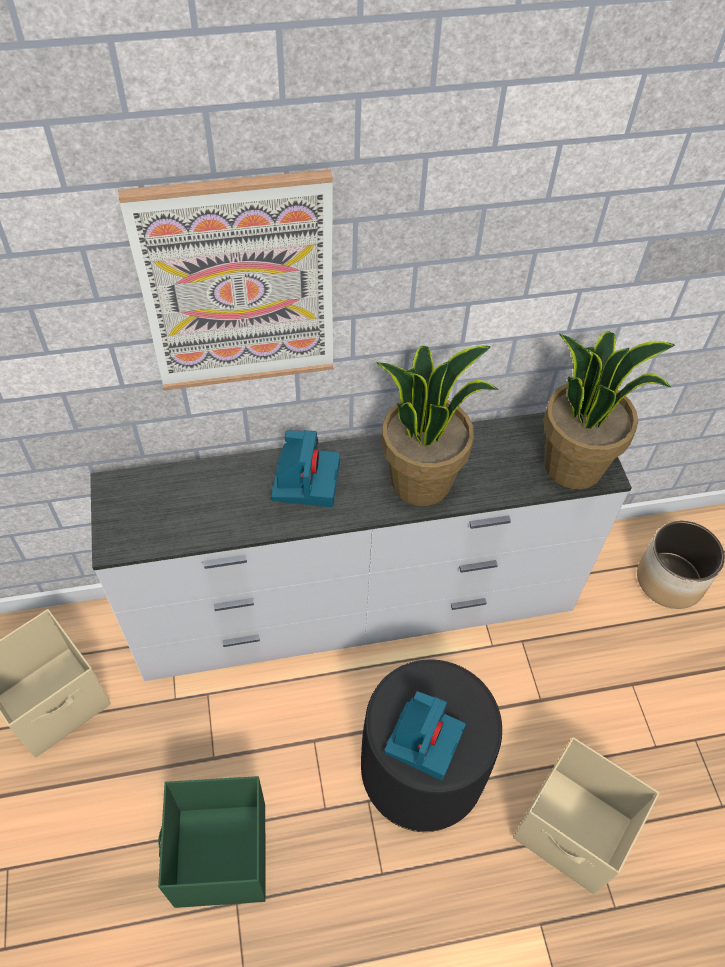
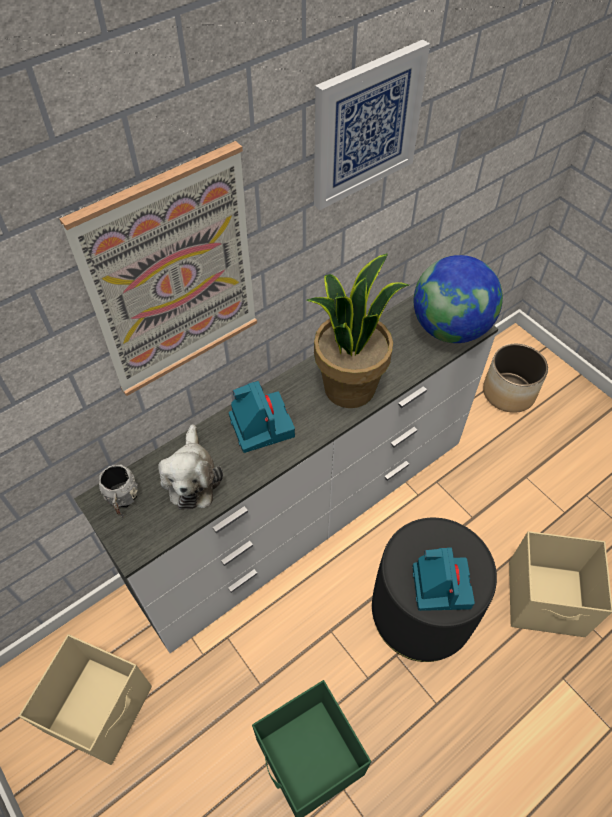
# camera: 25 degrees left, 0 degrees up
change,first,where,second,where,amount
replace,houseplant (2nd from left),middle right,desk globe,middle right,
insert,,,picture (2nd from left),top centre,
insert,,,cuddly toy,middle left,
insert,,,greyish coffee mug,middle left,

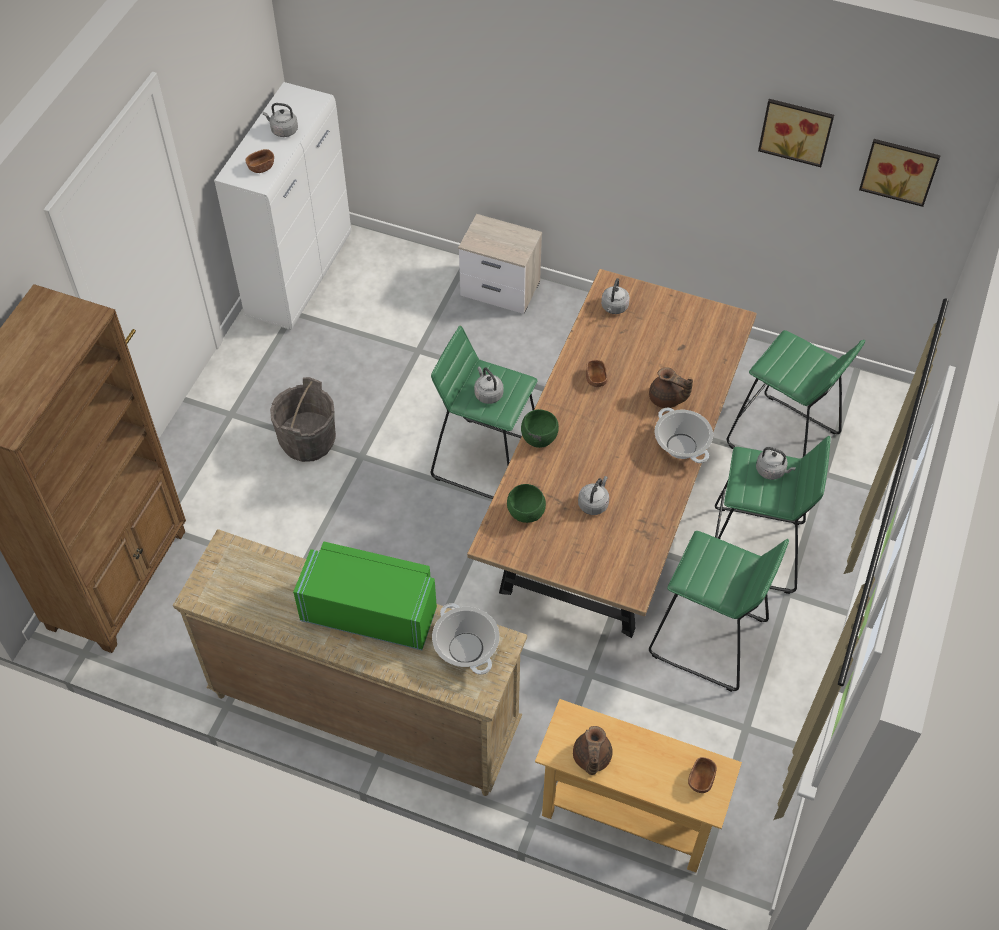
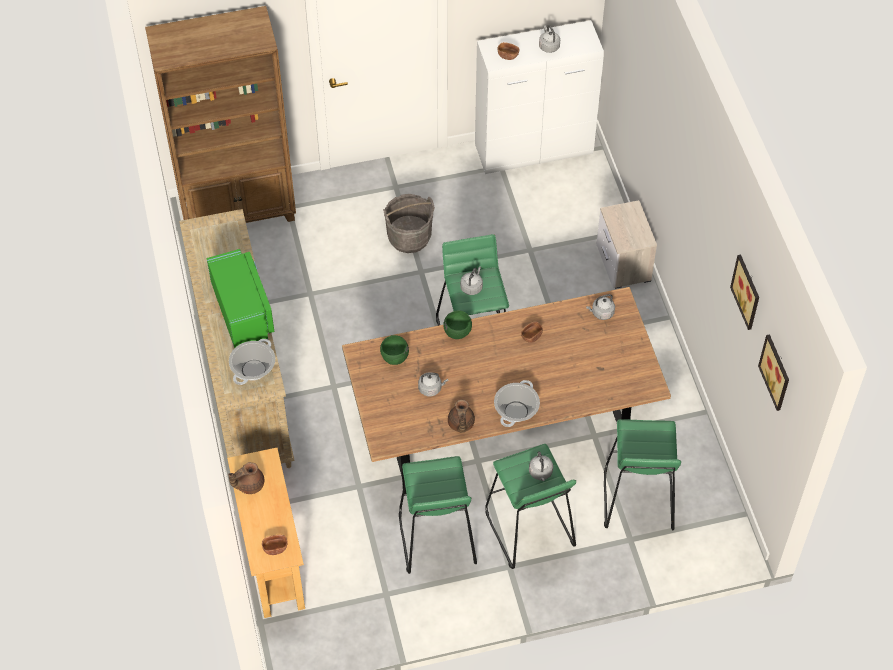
# camera: 55 degrees right, 0 degrees up
change,first,where,second,where,amount
move,brownish teapot (2nd from left),middle right,,centre,

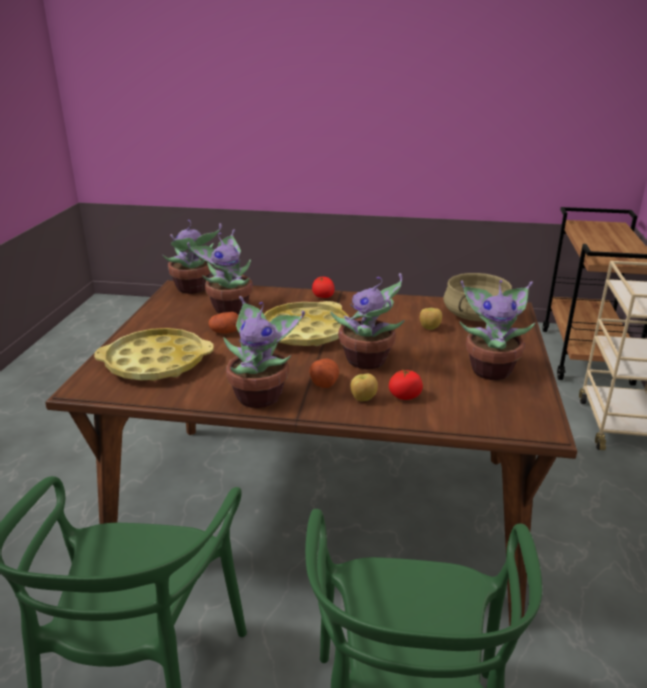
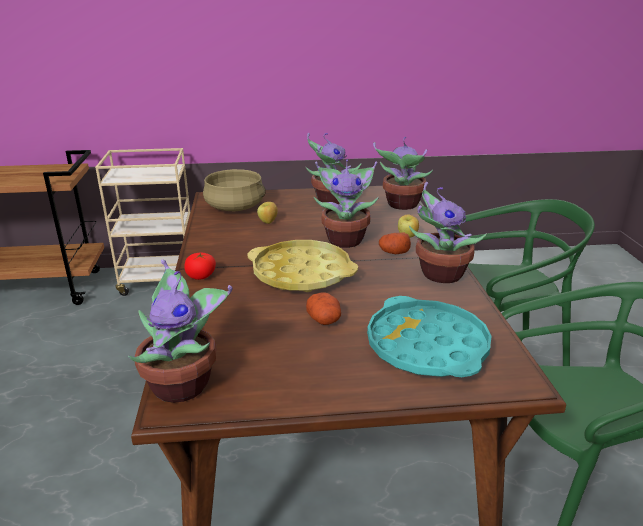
# camera: 105 degrees left, 0 degrees up
change,first,where,second,where,amount
move,houseplant (2nd from left in the first image),centre,houseplant (4th from left),top centre,
recolor,yellow carrying tray (1st from left),middle left,turquoise carrying tray,middle right,
delete,fresh tomato (2nd from left),centre,,,

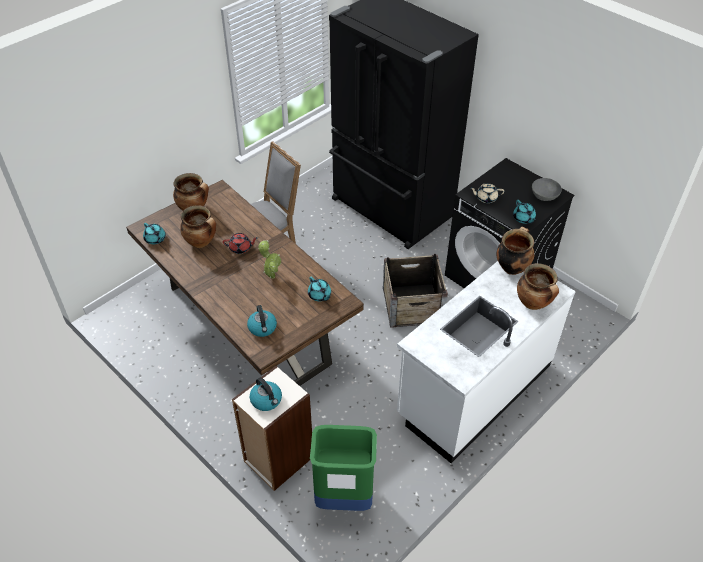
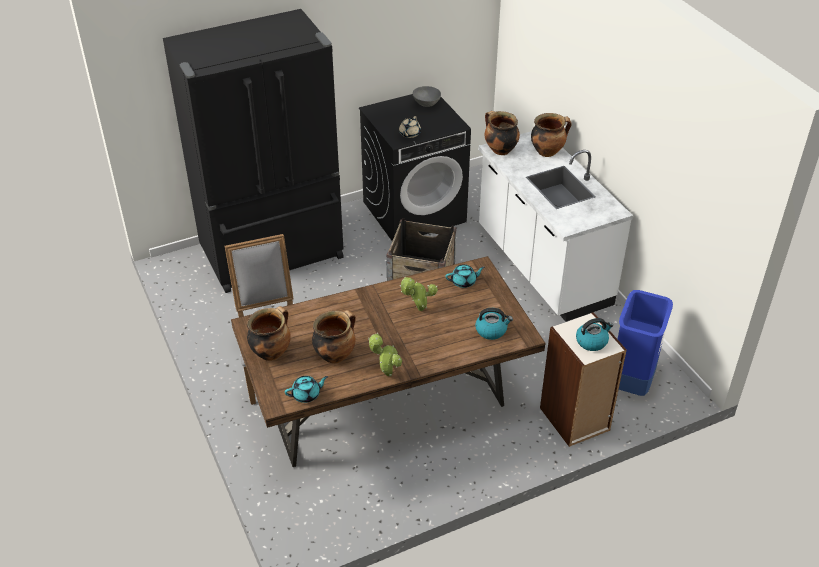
# camera: 70 degrees left, 5 degrees down
change,first,where,second,where,amount
delete,turquoise teapot (3rd from left),middle right,,,
delete,red teapot,centre,,,
recolor,greenish rubbish bin,bottom centre,blue rubbish bin,middle right,
insert,,,houseplant (1st from left),centre,

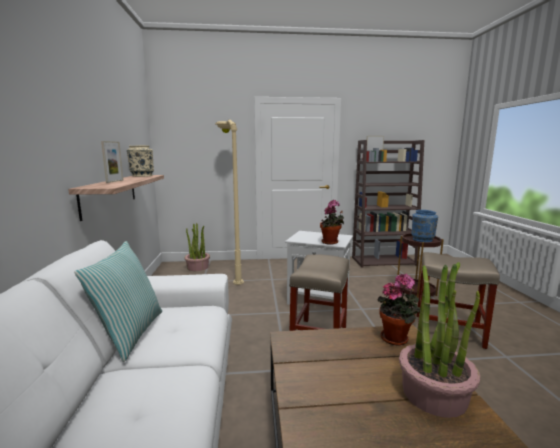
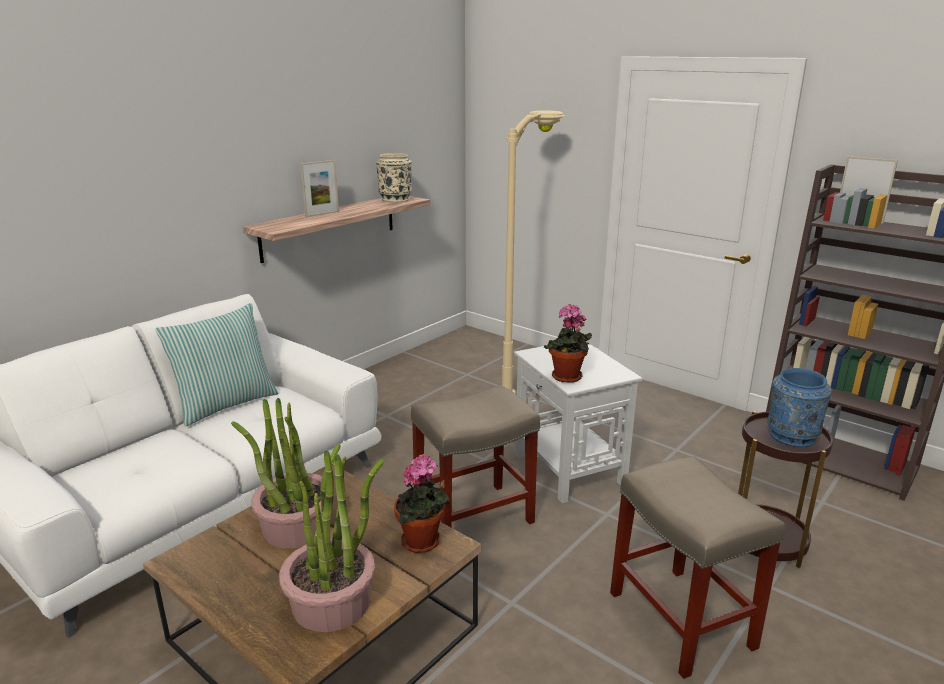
# camera: 45 degrees right, 10 degrees up
change,first,where,second,where,amount
move,houseplant (1st from left),centre,,bottom left,

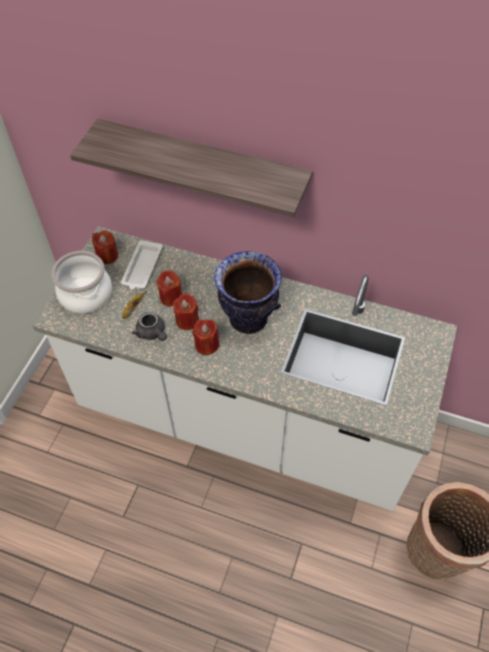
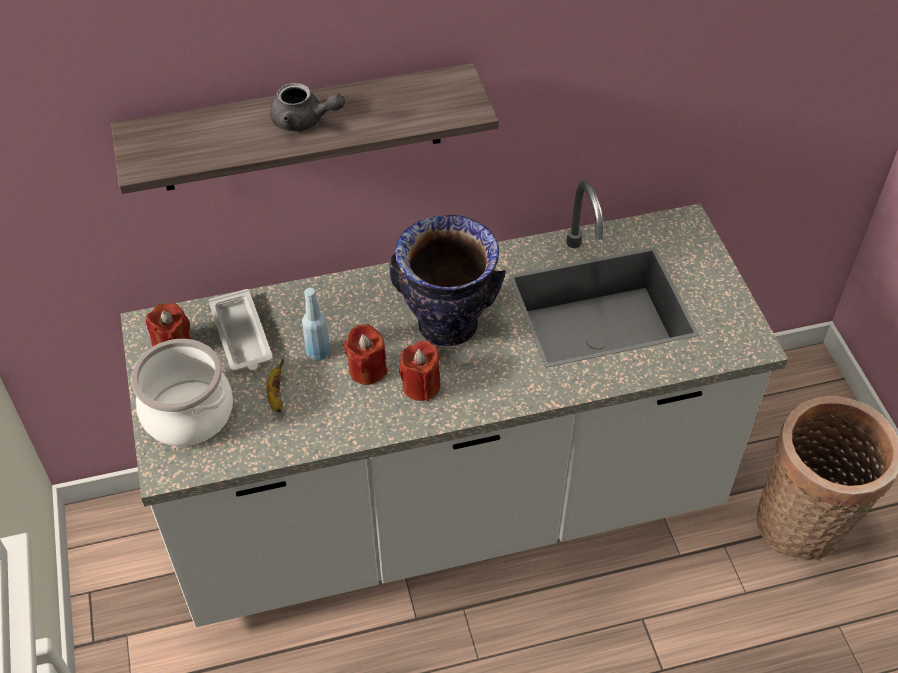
# camera: 35 degrees left, 5 degrees down
change,first,where,second,where,amount
replace,red wax light (2nd from left),centre,blue bottle,centre,
move,greyish teapot,middle left,,top centre,

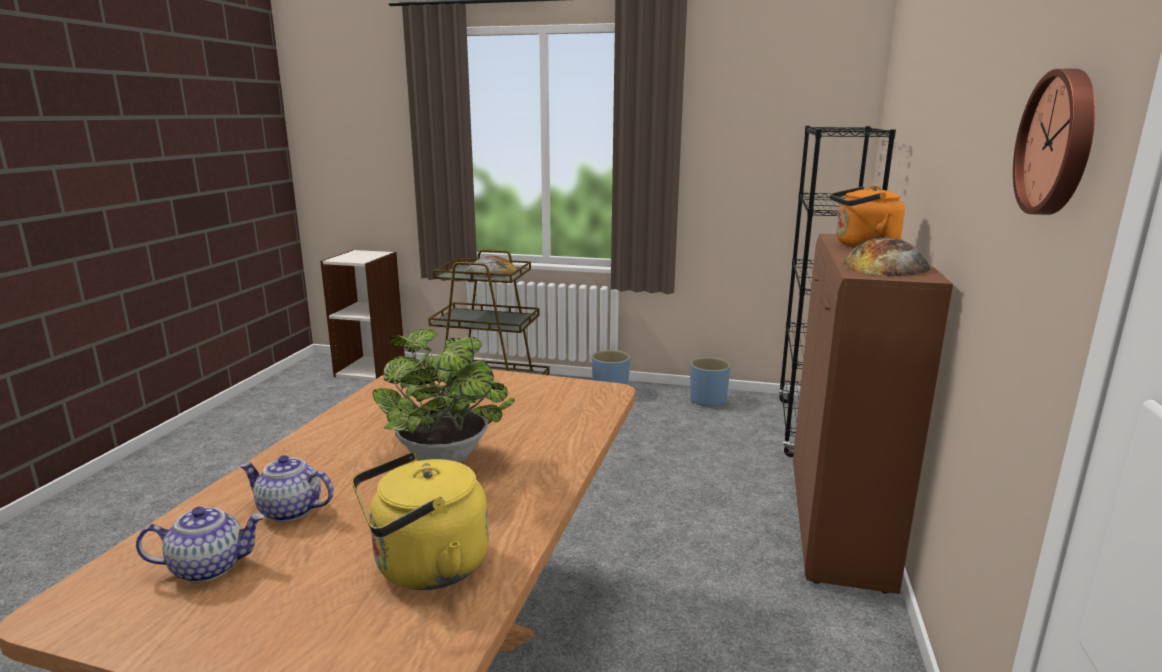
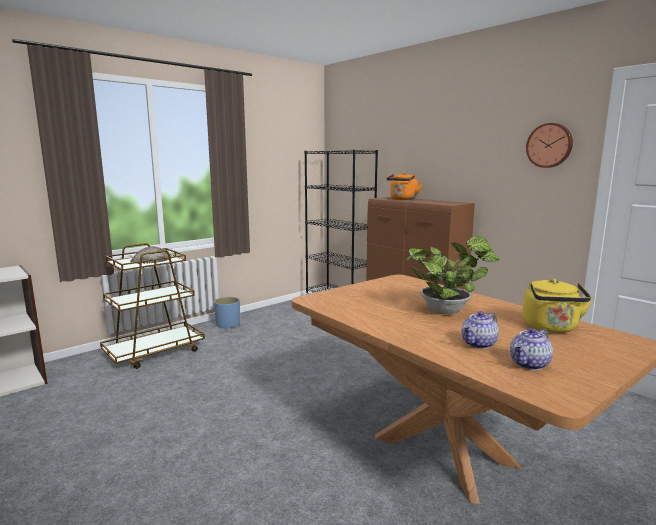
# camera: 55 degrees left, 5 degrees down
change,first,where,second,where,amount
delete,bread (2nd from left),middle right,,,
delete,blue flower pot (2nd from left),centre,,,
rotate,teapot (1st from left in the first image),bottom left,teapot (2nd from left),middle right,150 degrees counterclockwise

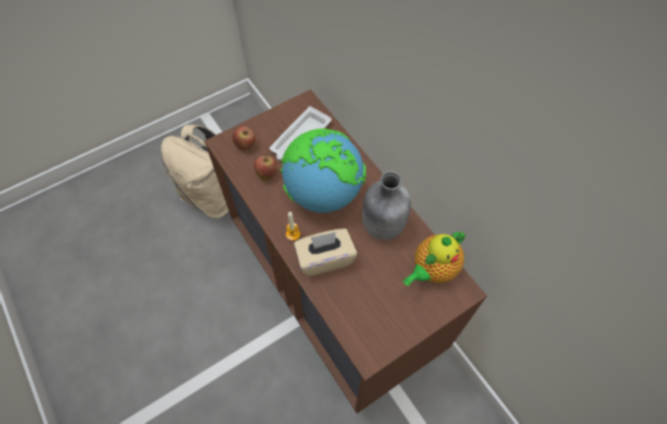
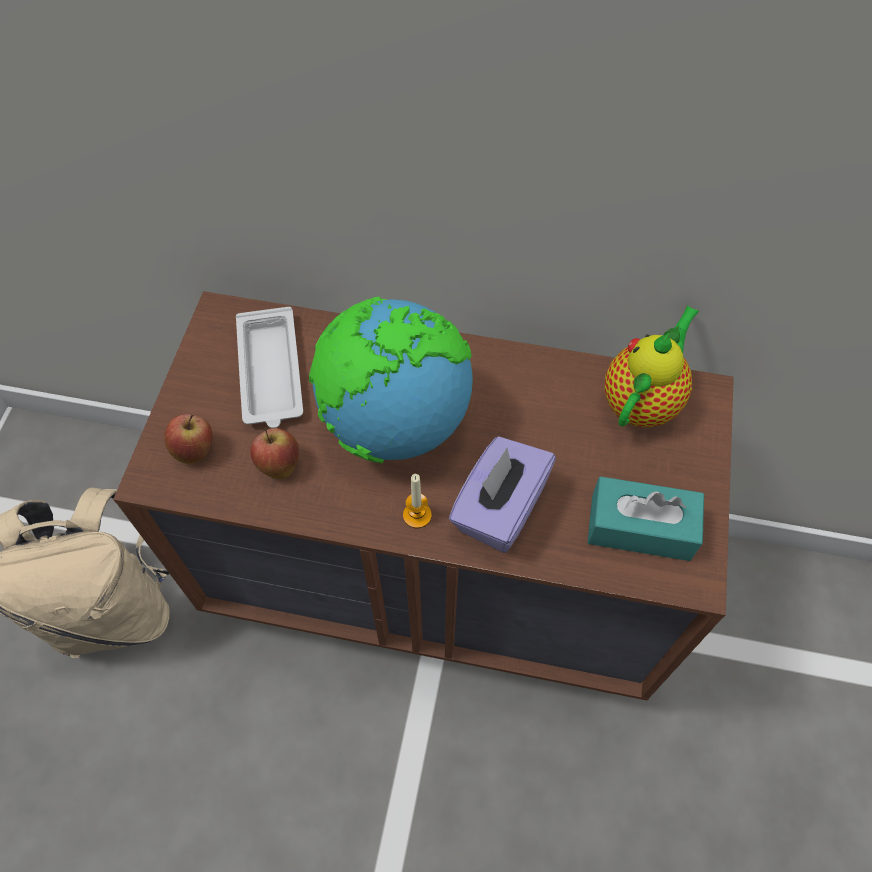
# camera: 45 degrees left, 0 degrees up
change,first,where,second,where,amount
delete,greyish bottle,centre,,,
recolor,sand-coloured box of tissues,centre,purple box of tissues,centre,
rotate,teapot,centre,,middle right,150 degrees counterclockwise
insert,,,turquoise box of tissues,middle right,

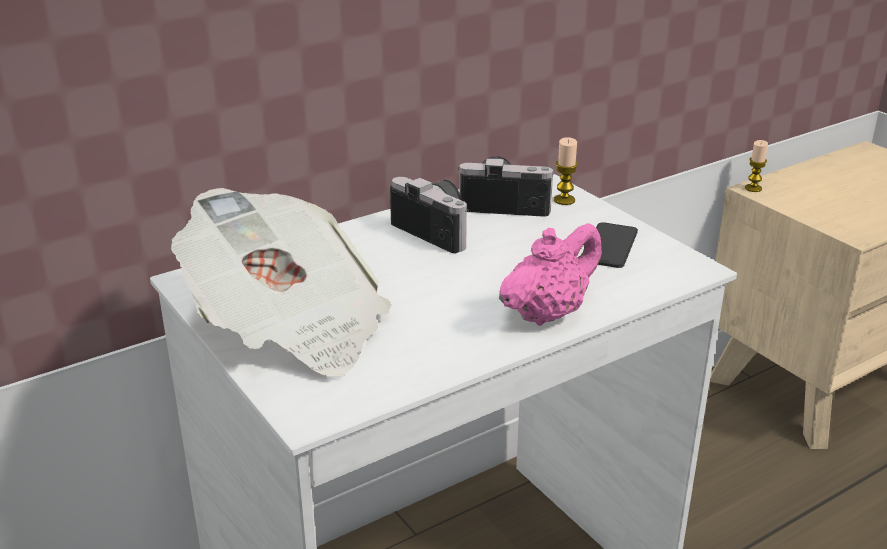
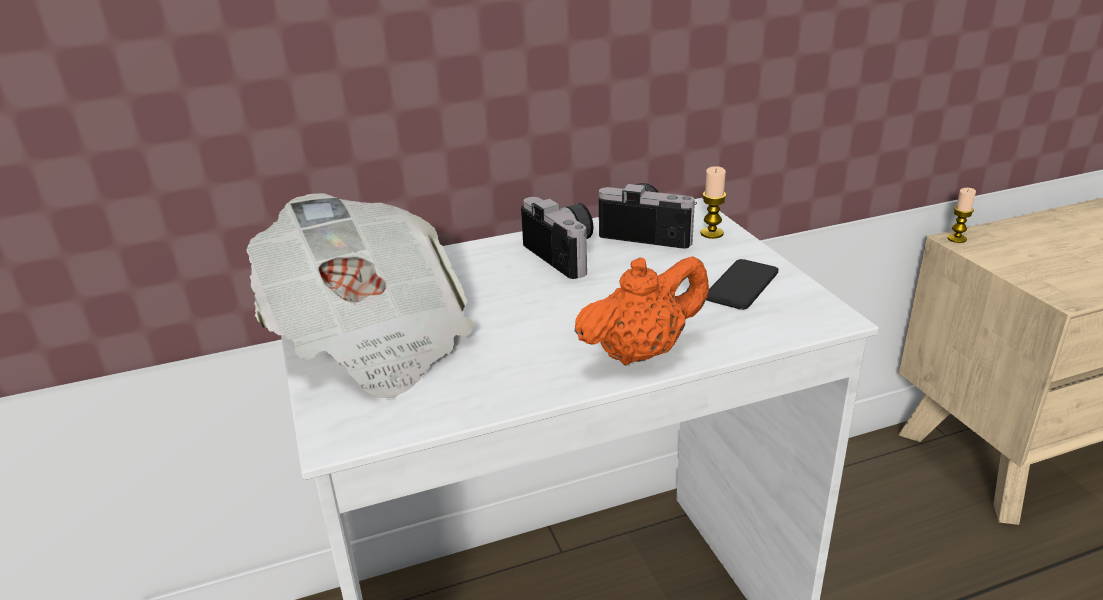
# camera: 15 degrees right, 0 degrees up
change,first,where,second,where,amount
recolor,pink teapot,centre,orangey teapot,centre,

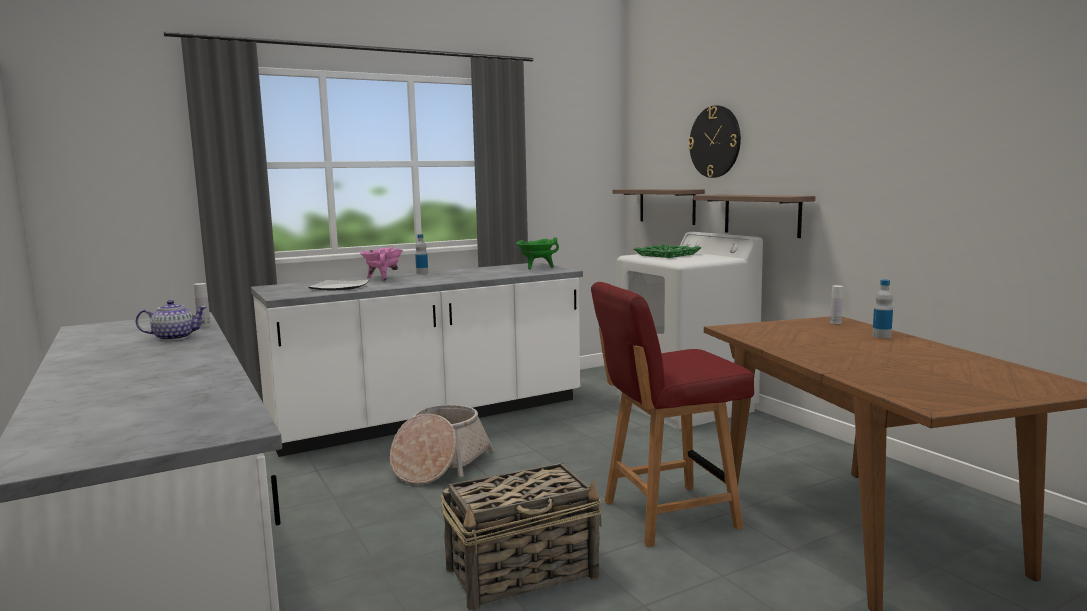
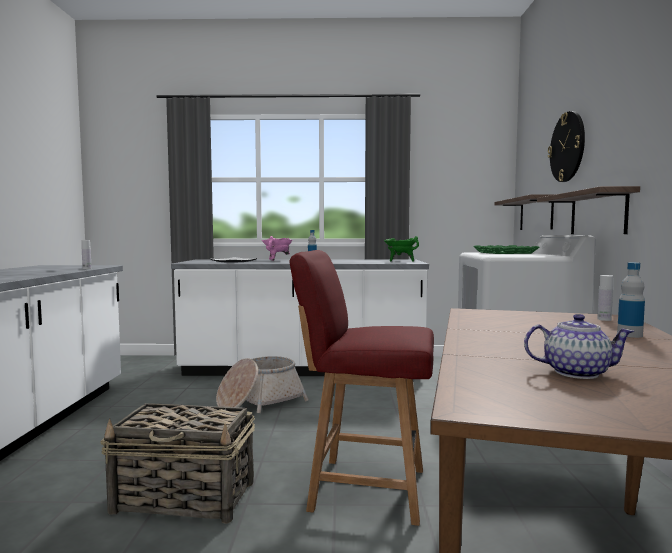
# camera: 30 degrees right, 5 degrees down
change,first,where,second,where,amount
move,teapot,middle left,,middle right,

